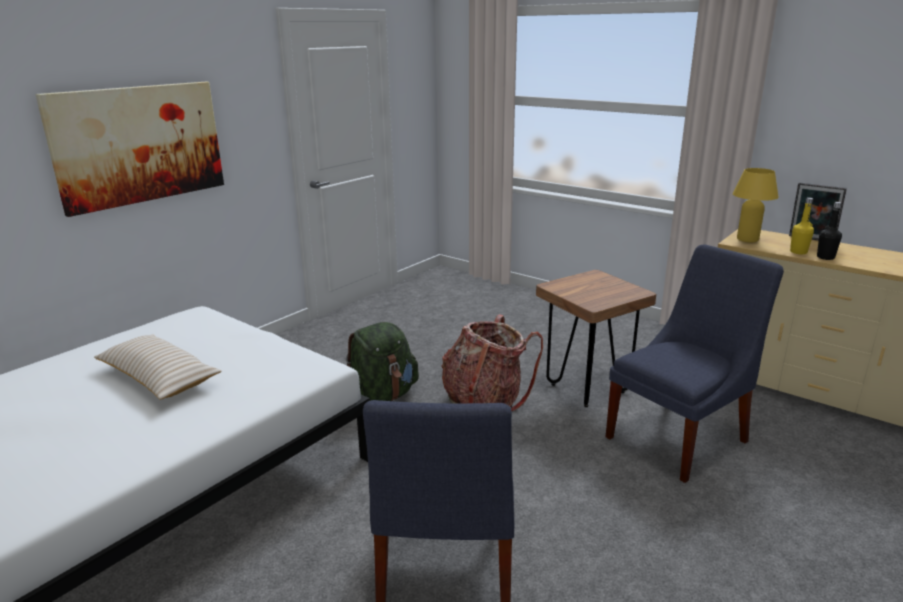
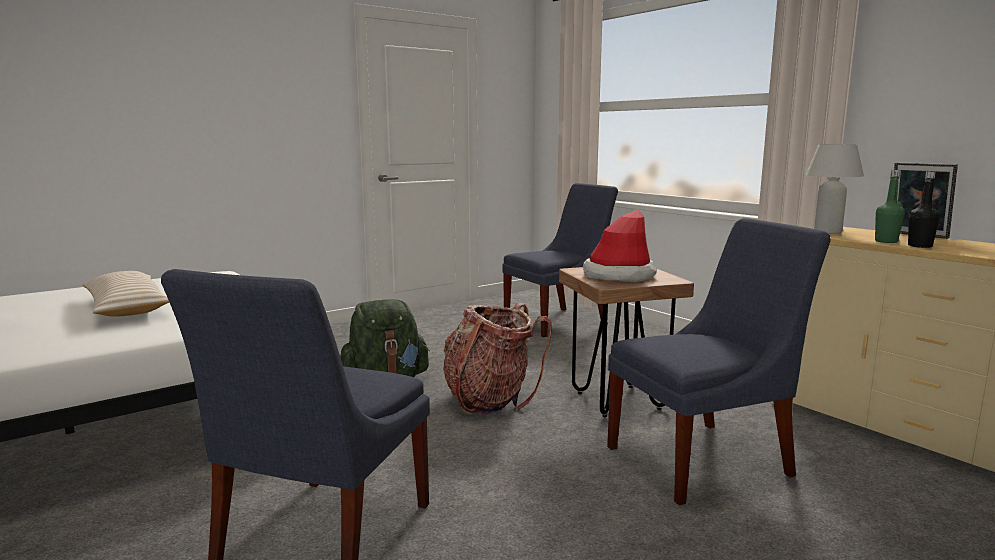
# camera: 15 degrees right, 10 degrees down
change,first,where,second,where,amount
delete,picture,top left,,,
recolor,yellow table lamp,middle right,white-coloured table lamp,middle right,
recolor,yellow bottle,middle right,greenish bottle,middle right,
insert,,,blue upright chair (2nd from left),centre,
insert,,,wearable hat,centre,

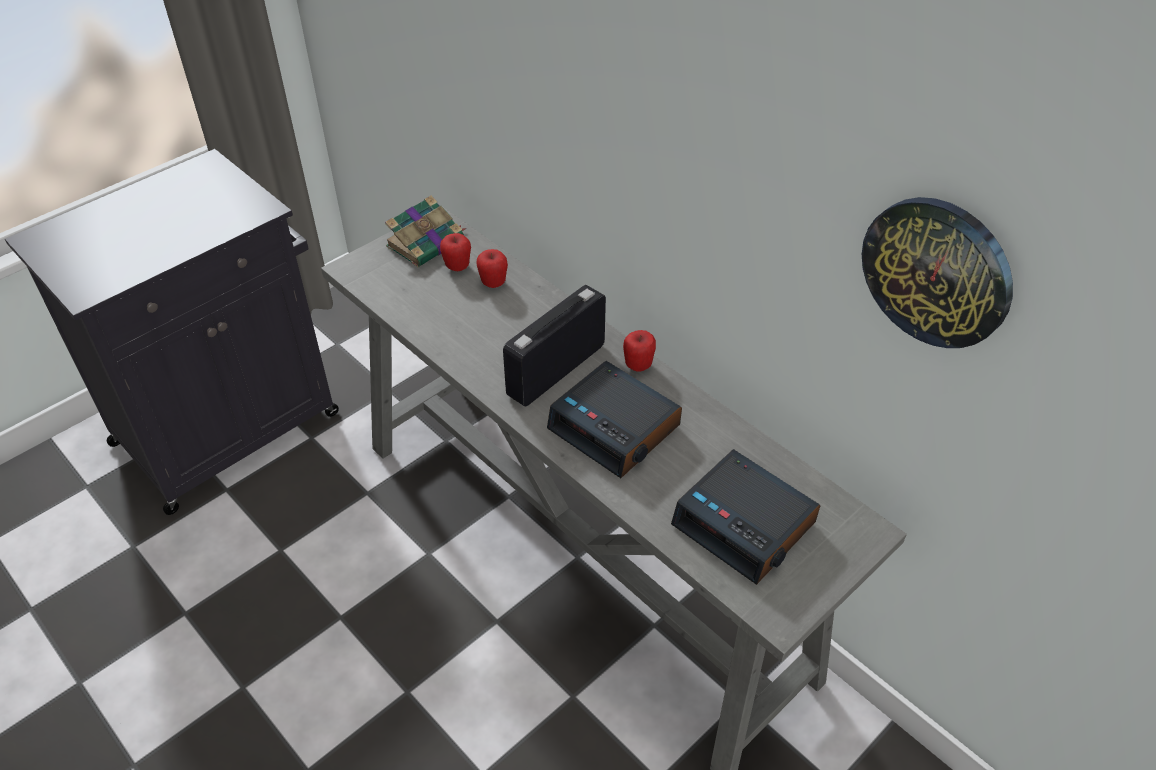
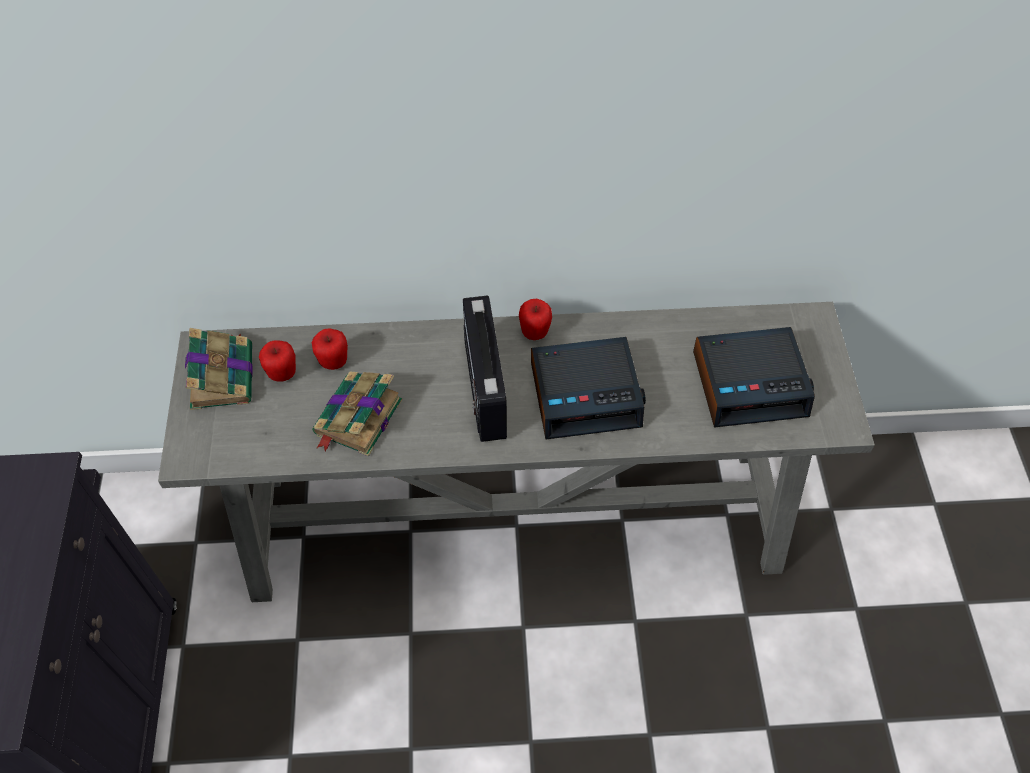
# camera: 50 degrees left, 10 degrees up
change,first,where,second,where,amount
delete,hanging clock,middle right,,,
insert,,,volume (2nd from left),centre,

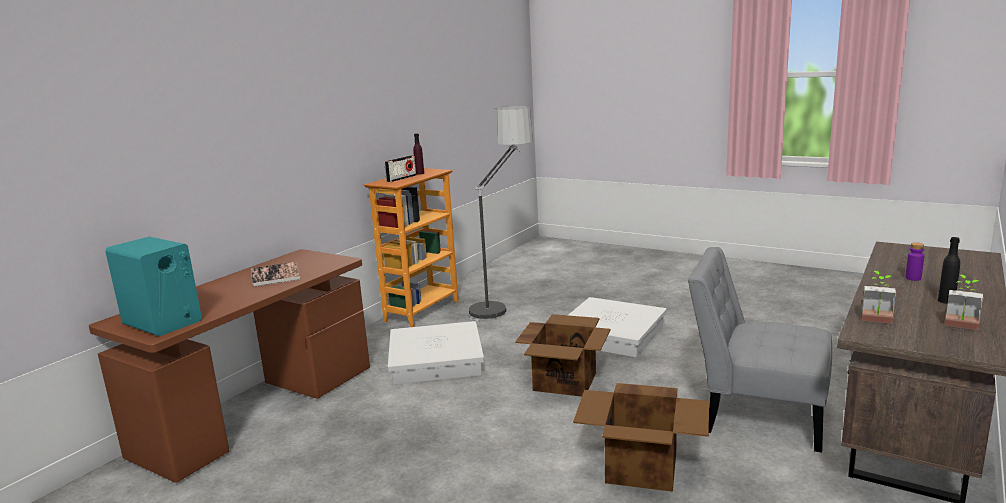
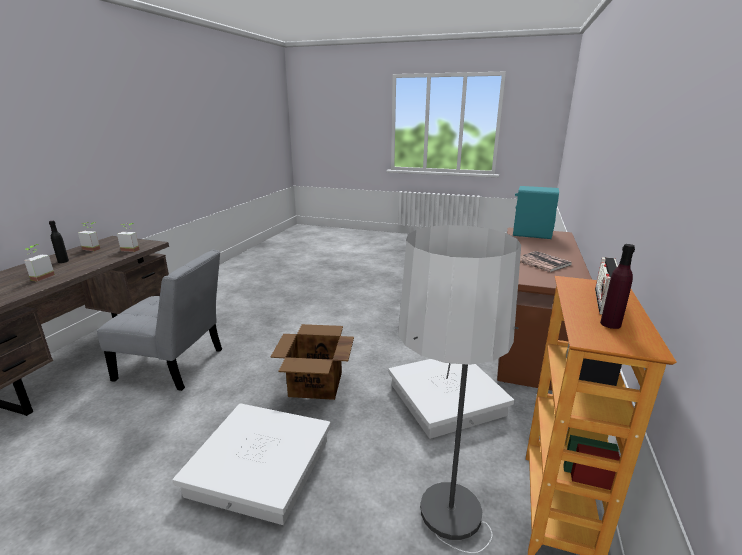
# camera: 165 degrees right, 5 degrees up
change,first,where,second,where,amount
replace,purple bottle (2nd from left),middle right,houseplant (1st from left),middle left,
delete,cardboard box (2nd from left),bottom centre,,,

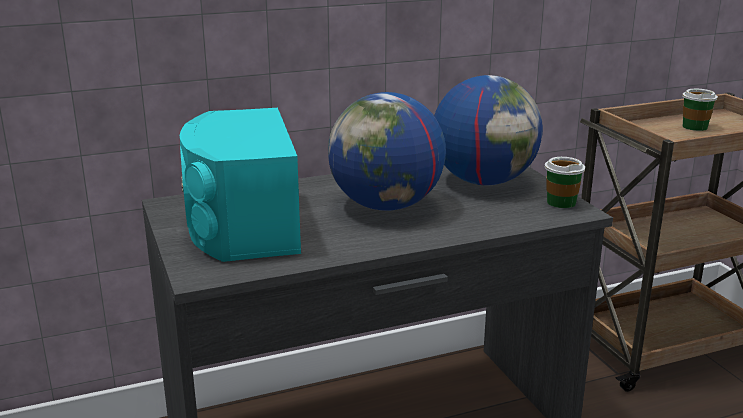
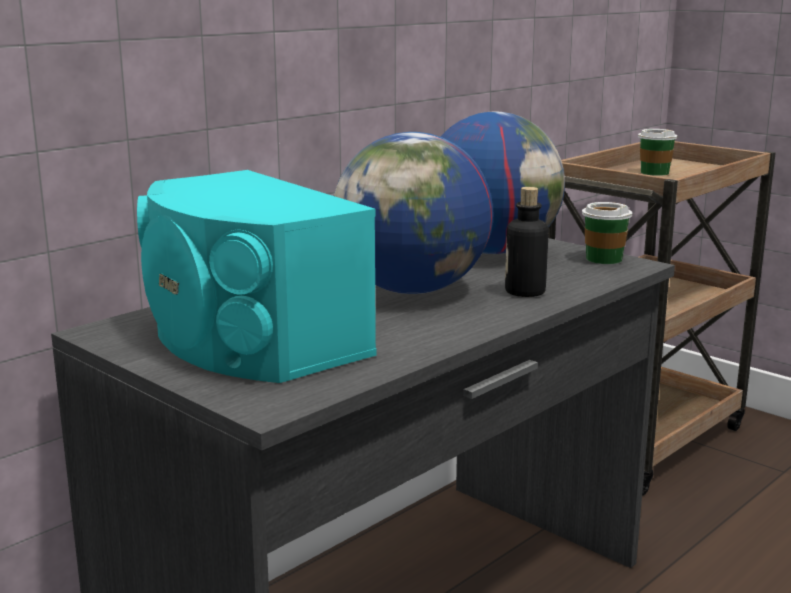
# camera: 25 degrees left, 5 degrees down
change,first,where,second,where,amount
insert,,,bottle,centre,

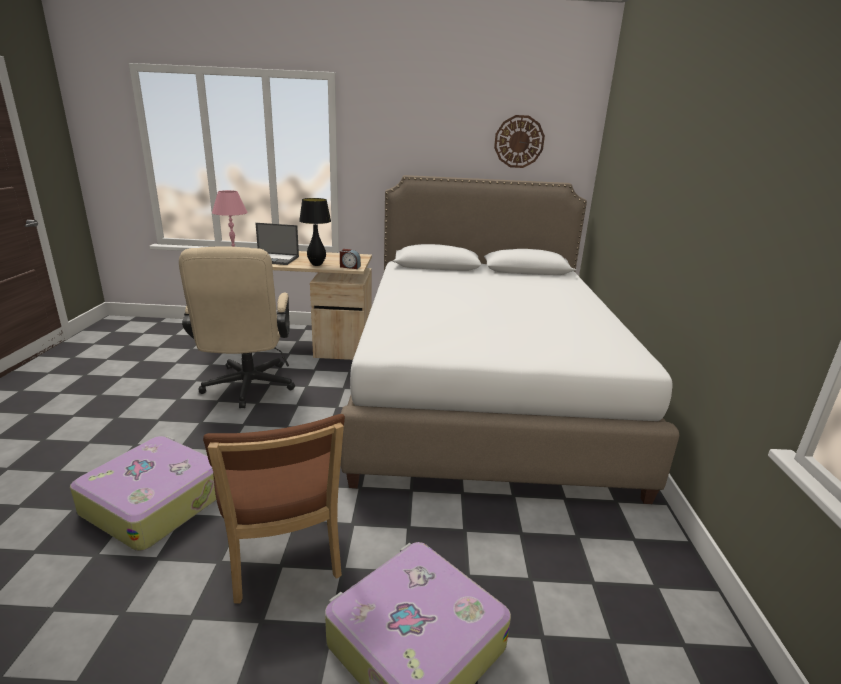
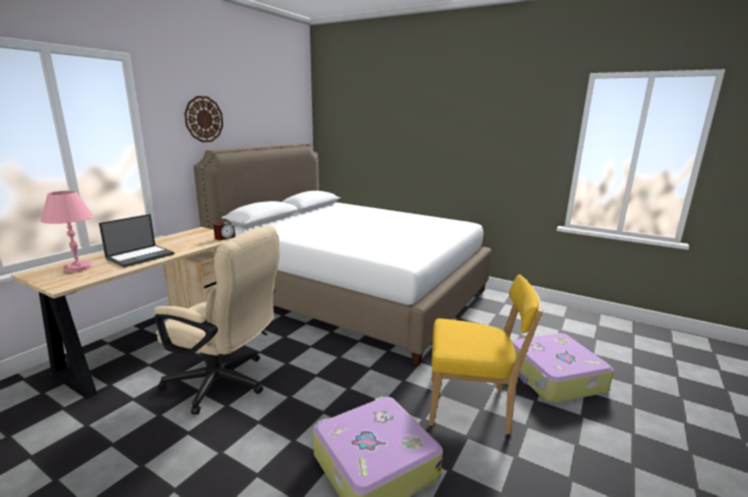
# camera: 60 degrees left, 5 degrees down
change,first,where,second,where,amount
move,hanging clock,top centre,,top left,
delete,black table lamp,centre,,,
recolor,brownish upright chair,bottom left,yellow upright chair,bottom centre,

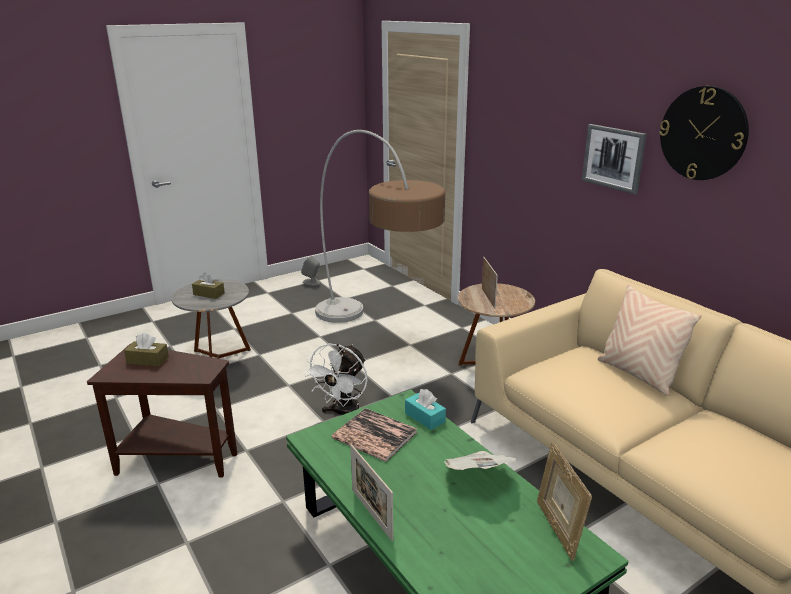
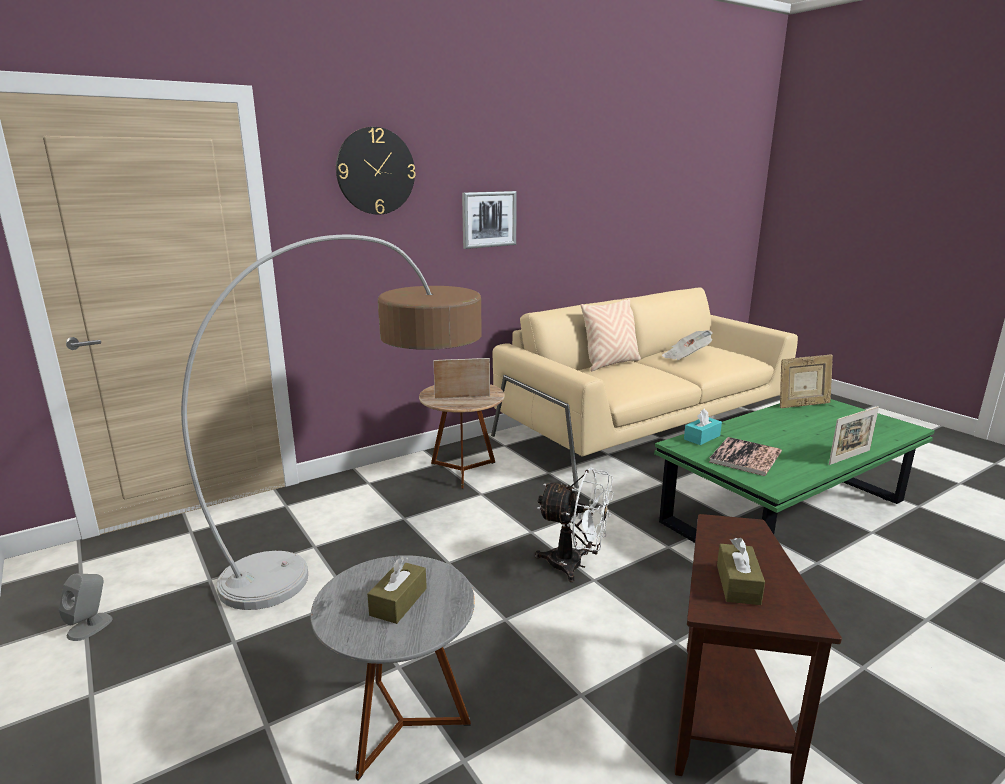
# camera: 90 degrees left, 5 degrees down
change,first,where,second,where,amount
move,hanging clock,top right,,top centre,
move,printed paper,bottom centre,,middle right,

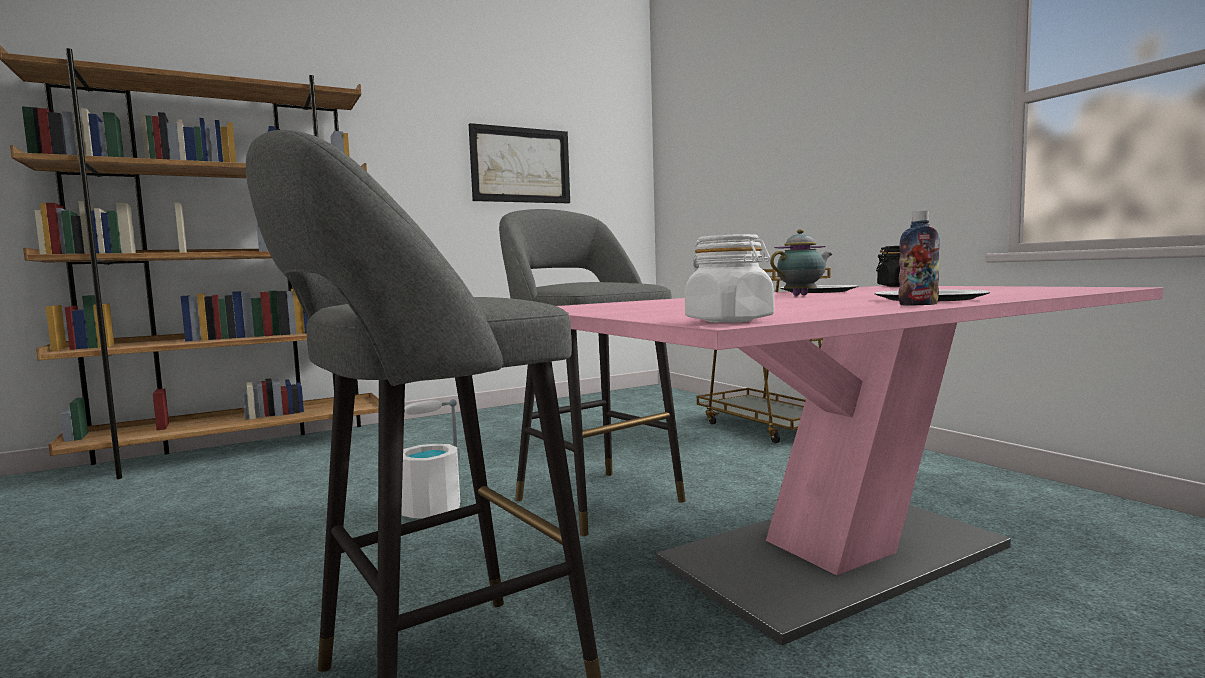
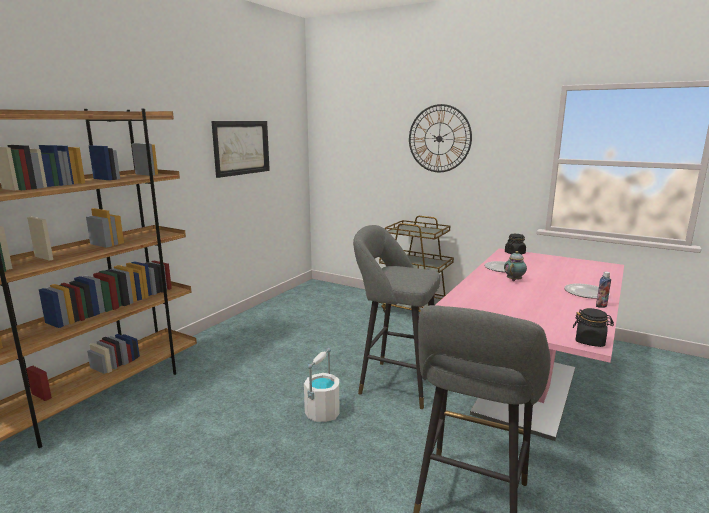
# camera: 30 degrees left, 10 degrees up
change,first,where,second,where,amount
recolor,white-coloured preserve jar,centre,black preserve jar (2nd from left),middle right,
insert,,,hanging clock,top centre,

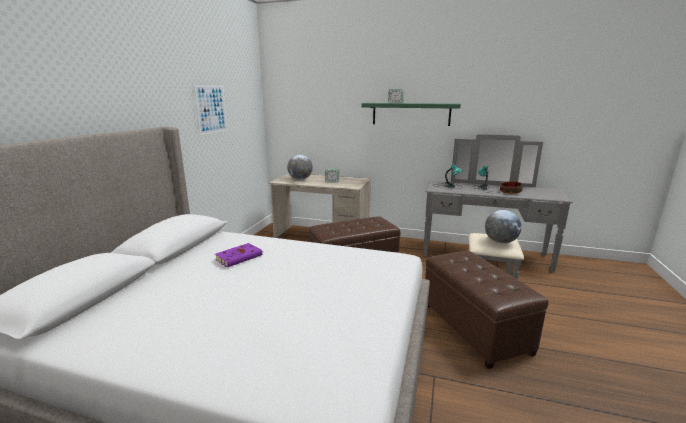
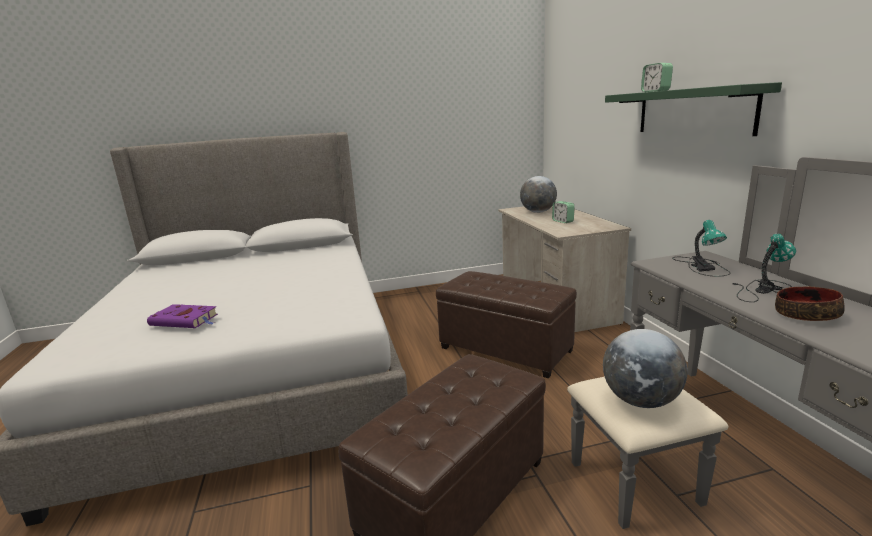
# camera: 60 degrees right, 0 degrees up
change,first,where,second,where,amount
delete,picture,top left,,,
move,purple volume,centre,,middle left,

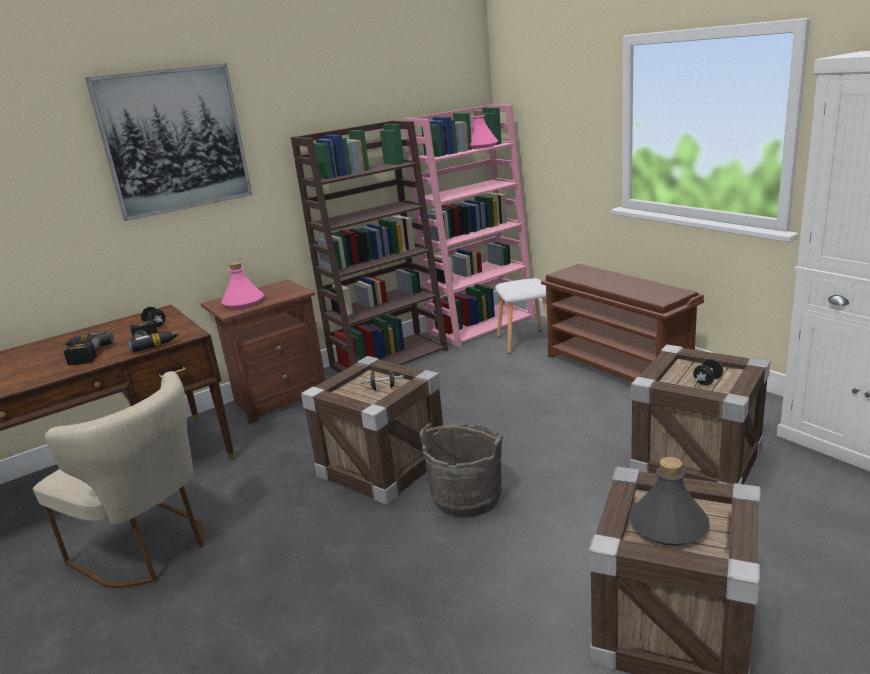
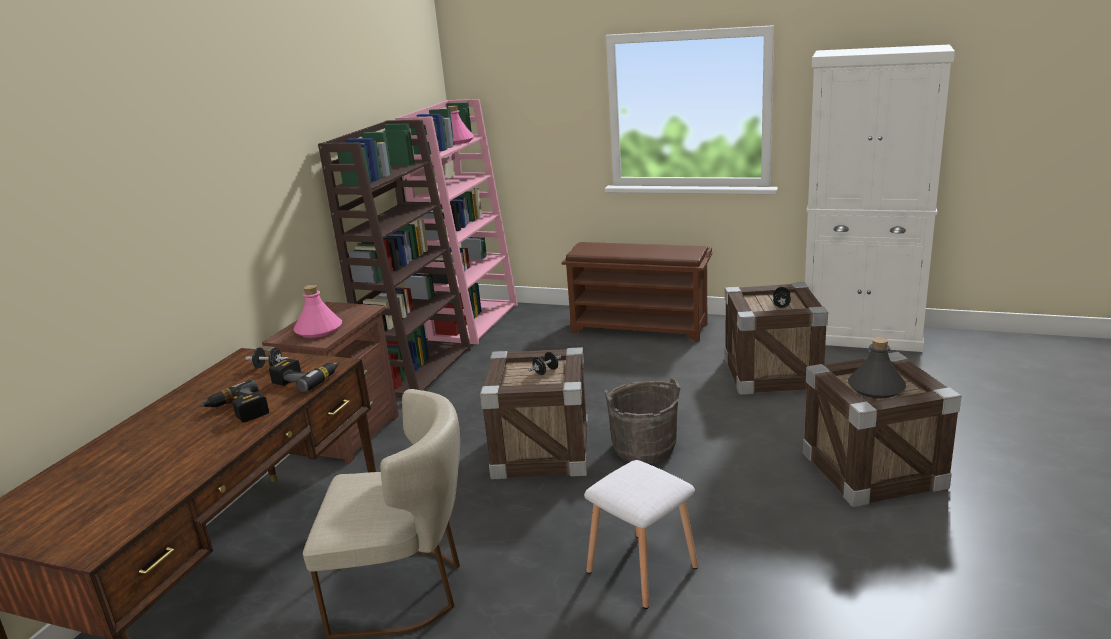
# camera: 35 degrees left, 0 degrees up
change,first,where,second,where,amount
delete,picture,top left,,,
move,white-coloured stool seat,centre,,bottom centre,

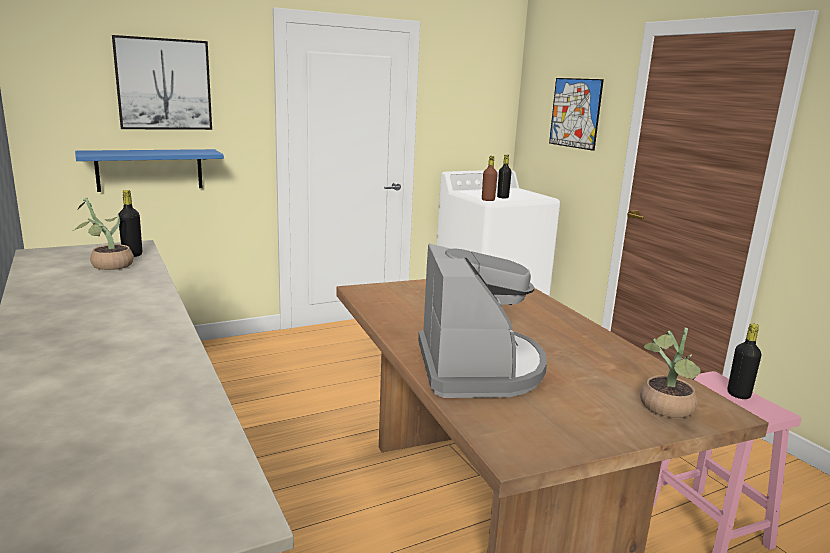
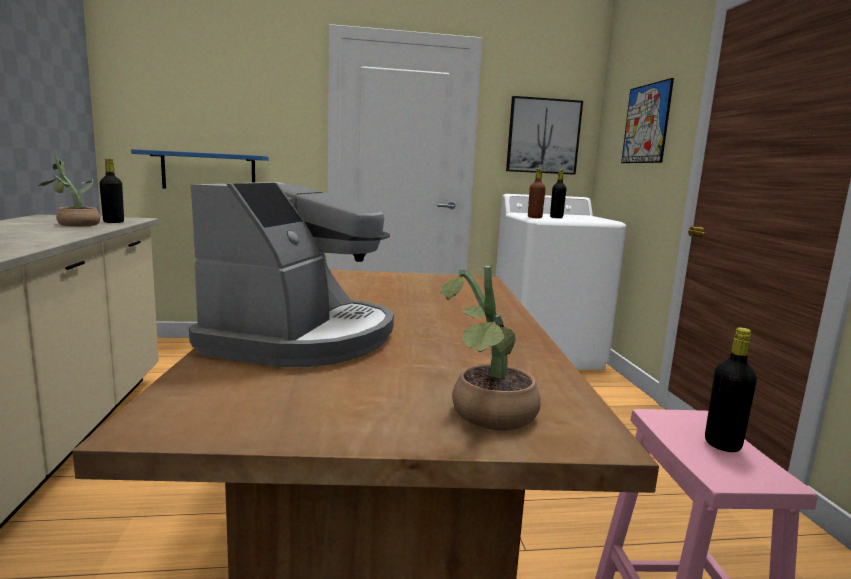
# camera: 20 degrees right, 5 degrees down
change,first,where,second,where,amount
move,picture (1st from left),top left,,top centre,

